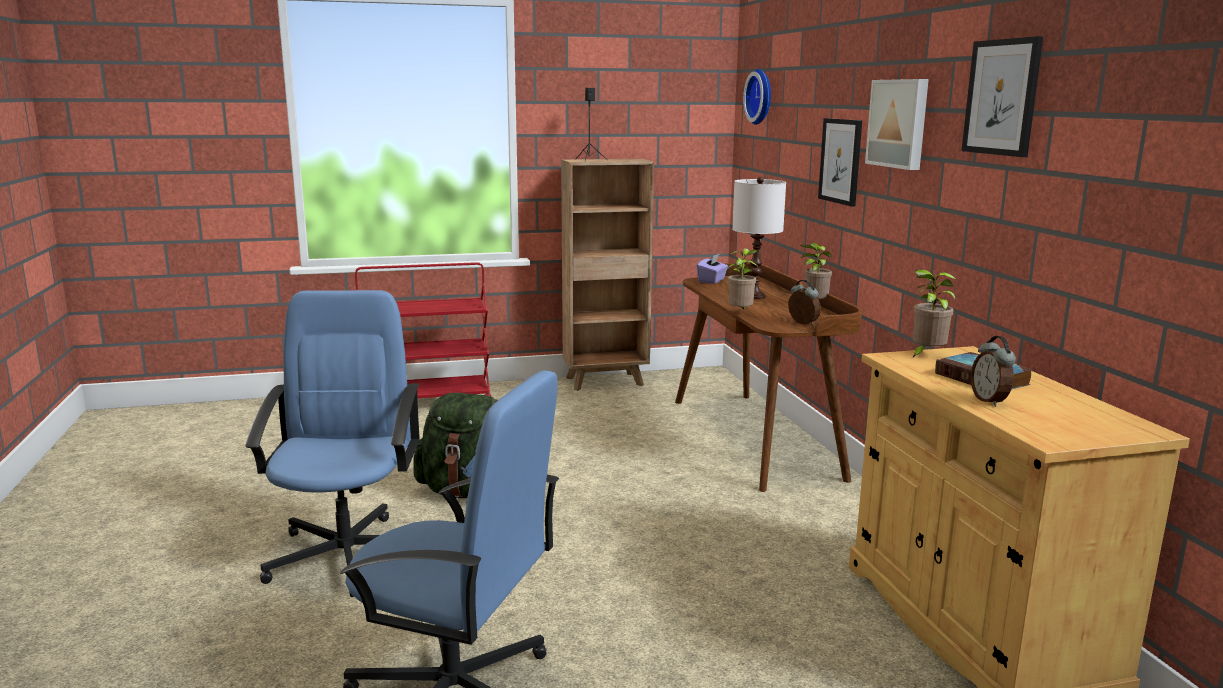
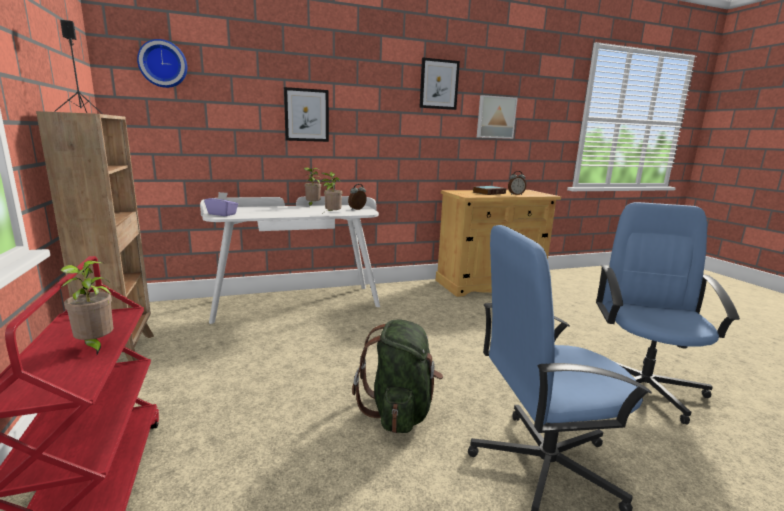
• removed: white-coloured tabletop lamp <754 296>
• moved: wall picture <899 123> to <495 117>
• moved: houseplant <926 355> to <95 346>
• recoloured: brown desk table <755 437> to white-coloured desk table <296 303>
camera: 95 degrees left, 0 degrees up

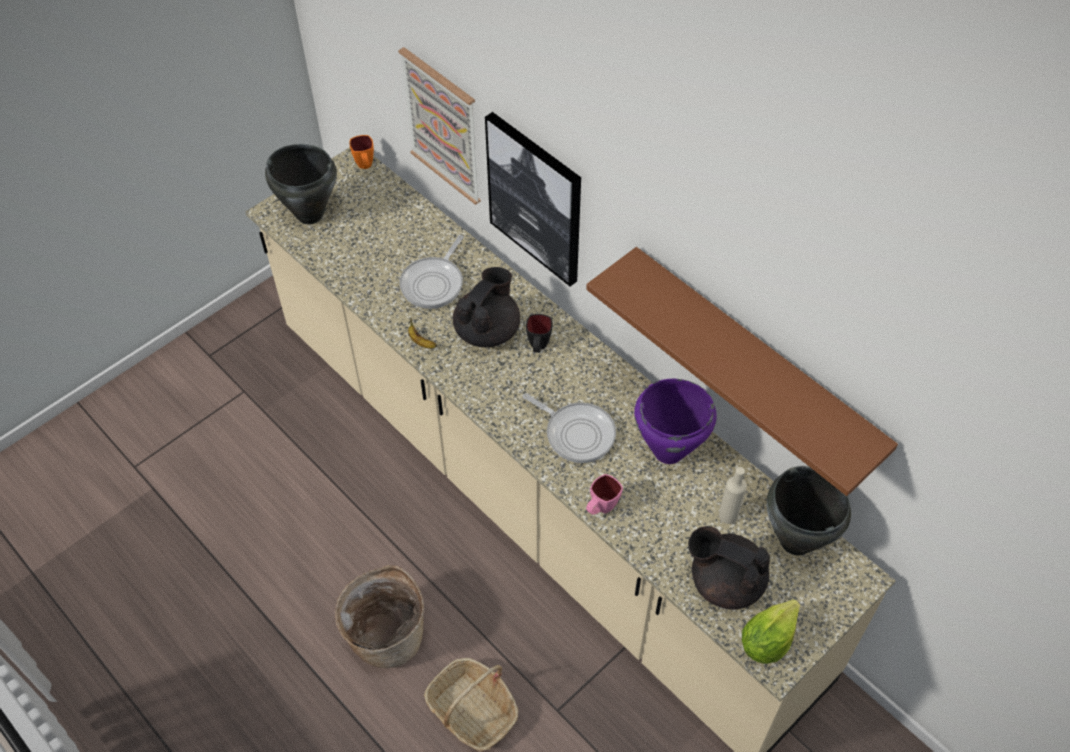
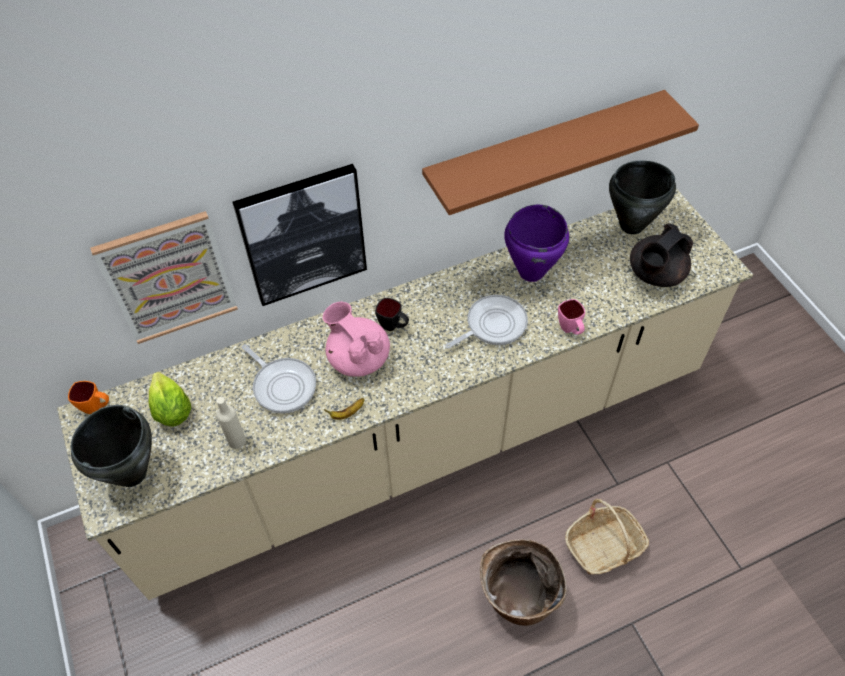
• moved: beige drink bottle <728 515> to <237 441>
• moved: lettuce <767 641> to <172 410>
• recoloured: blackish teapot <488 330> to pinkish teapot <358 358>
camera: 70 degrees left, 0 degrees up

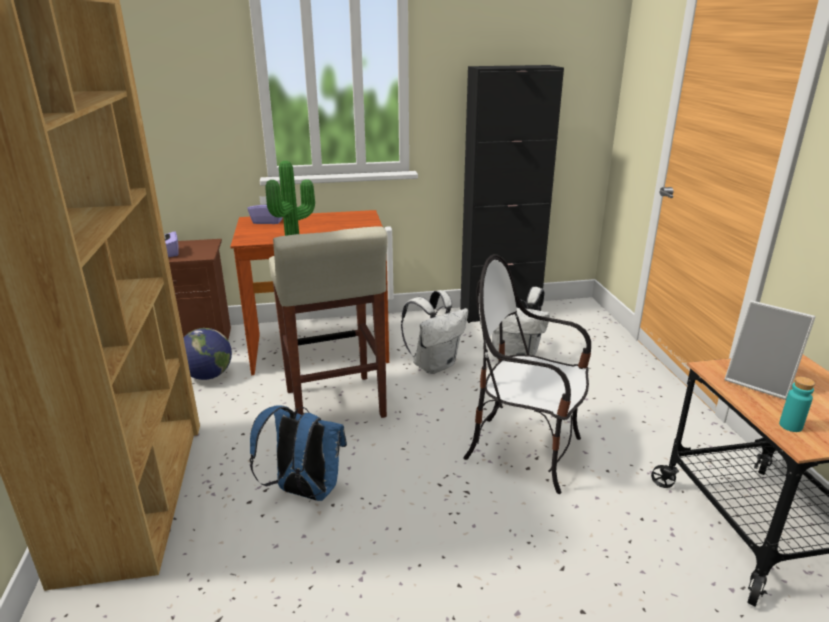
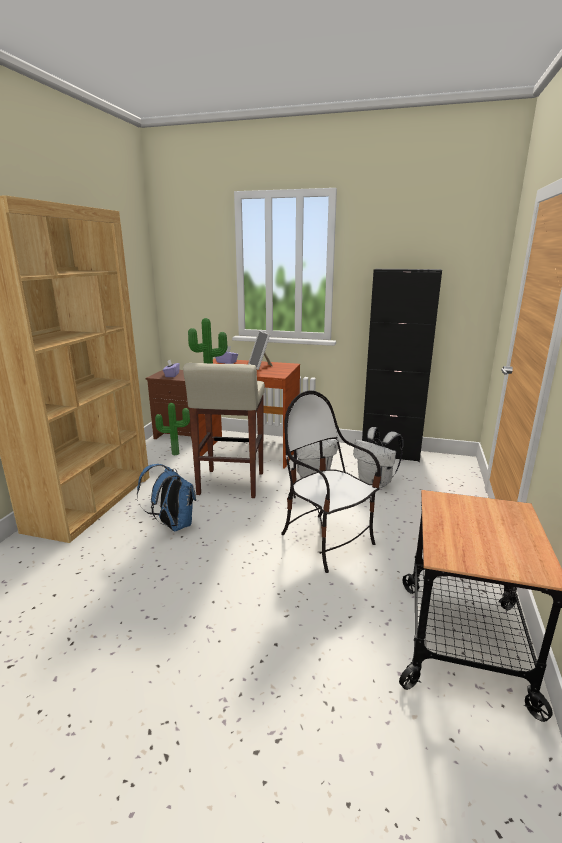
• removed: turquoise-coloured drink bottle <790 426>
• moved: photo frame <760 382> to <260 366>
• replaced: desk globe <208 376> to houseplant <175 453>
camera: 25 degrees right, 5 degrees down

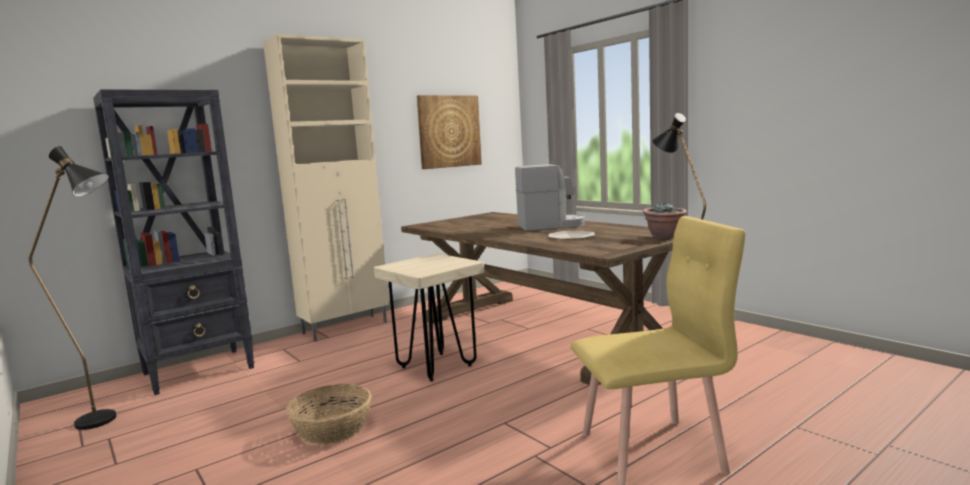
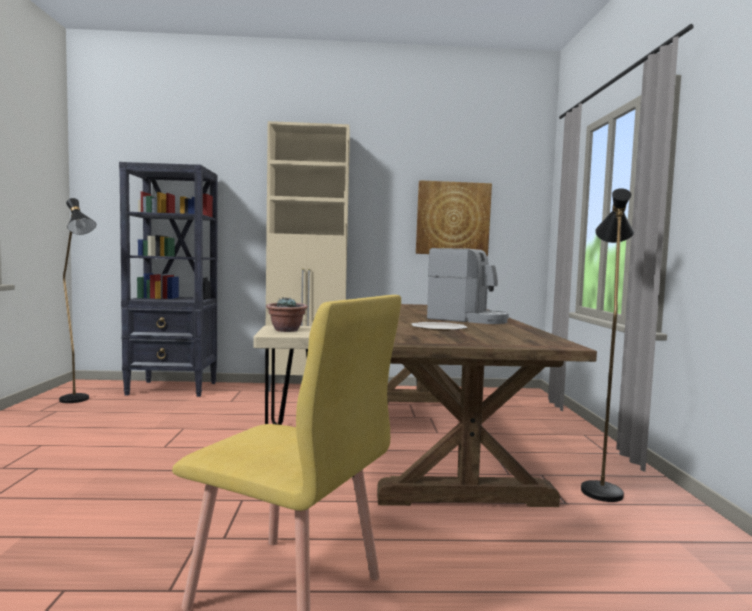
• removed: basket <332 429>
• moved: houseplant <664 236> to <286 330>
camera: 35 degrees right, 5 degrees down

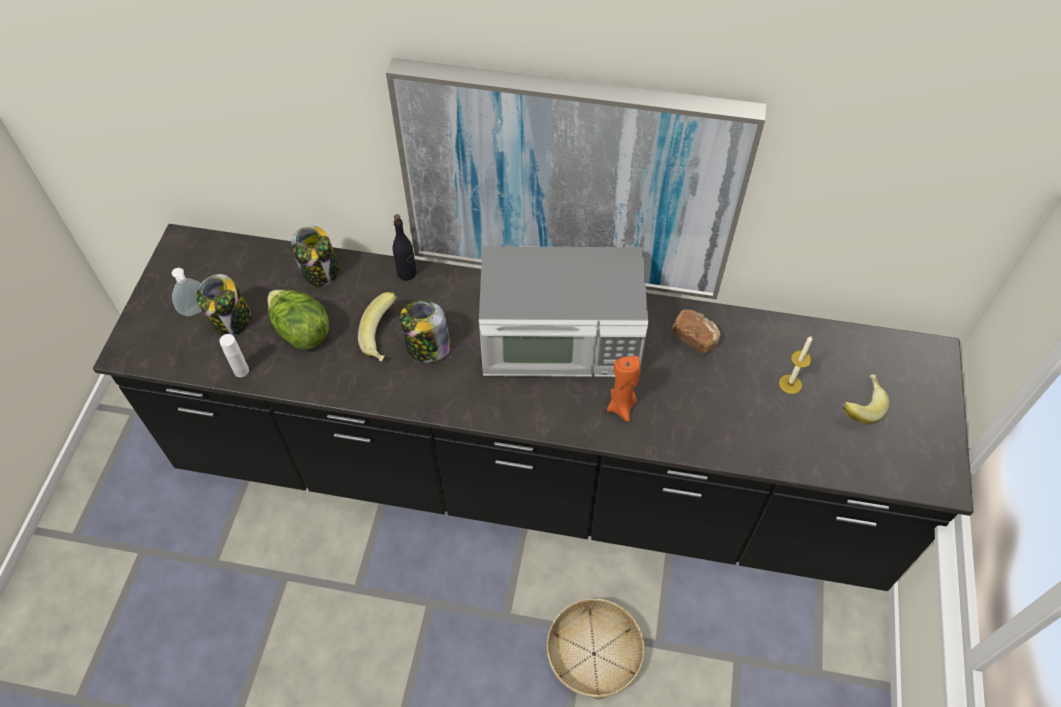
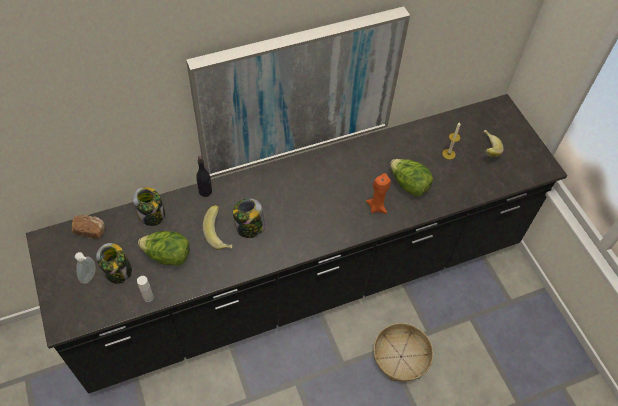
• removed: kitchen microwave <561 341>
• added: lettuce <408 185>
• moved: bakery bread <695 337> to <90 230>
camera: 35 degrees left, 0 degrees up

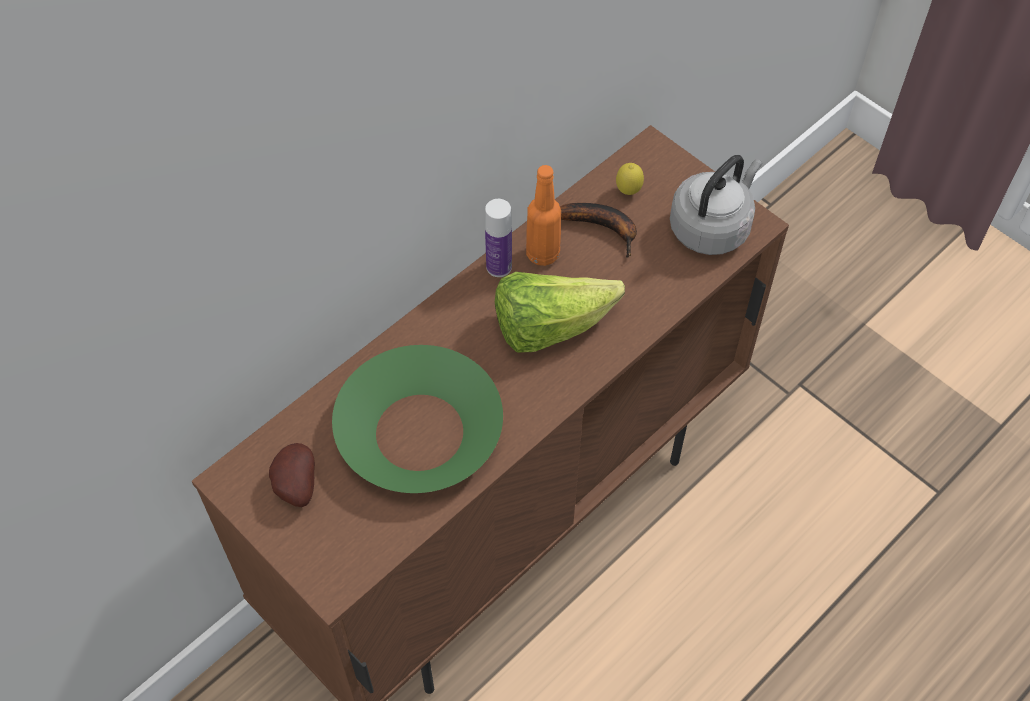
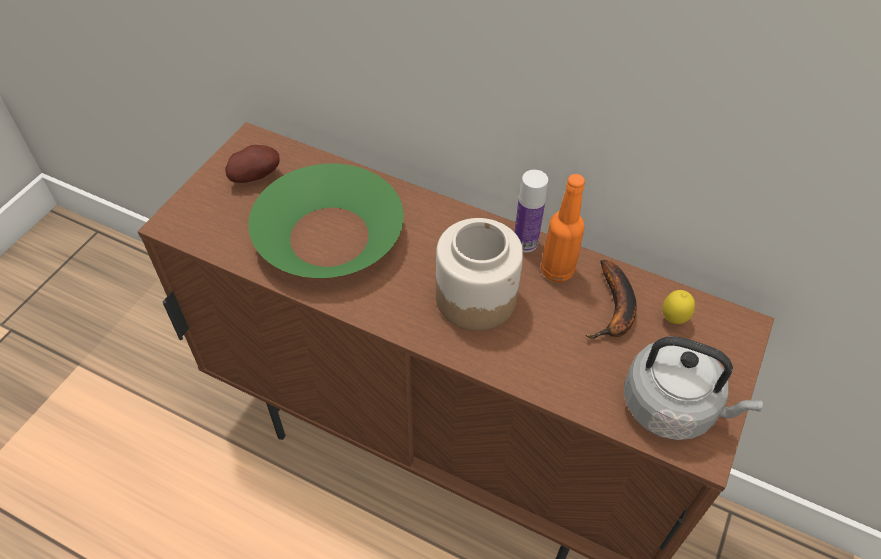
• replaced: lettuce <549 327> to preserve jar <476 297>
camera: 70 degrees right, 5 degrees down

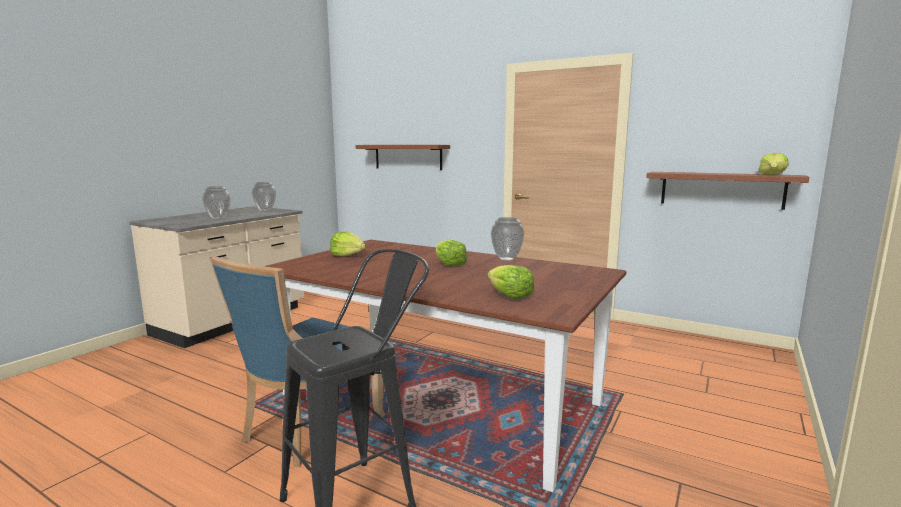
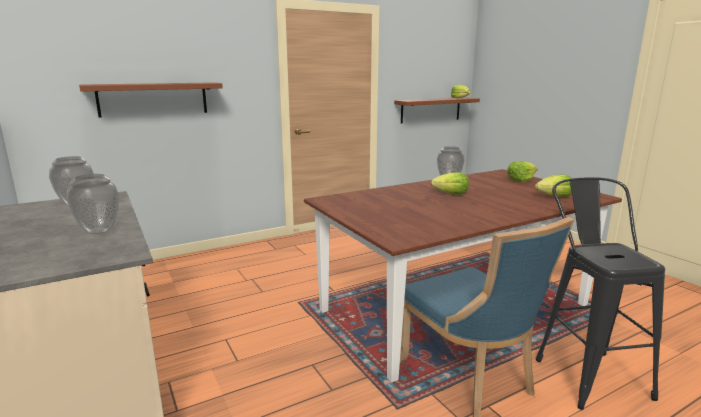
• moved: lettuce <348 255> to <520 180>
camera: 60 degrees left, 5 degrees up

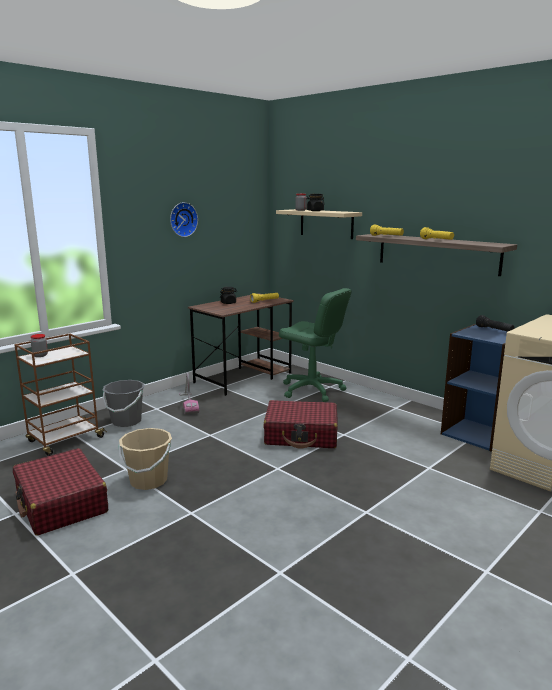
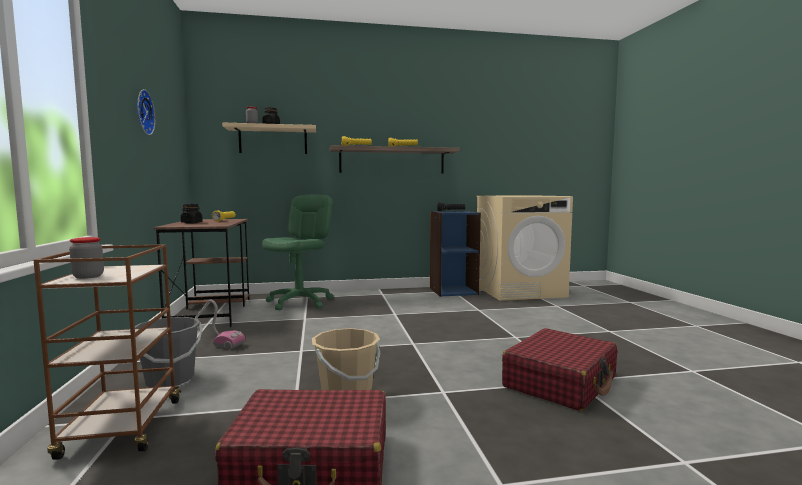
• moved: reddish piece of luggage <301 435> to <560 382>
• turned: greenish computer chair <312 390> = <300 302> 45 degrees counterclockwise
camera: 55 degrees left, 10 degrees down

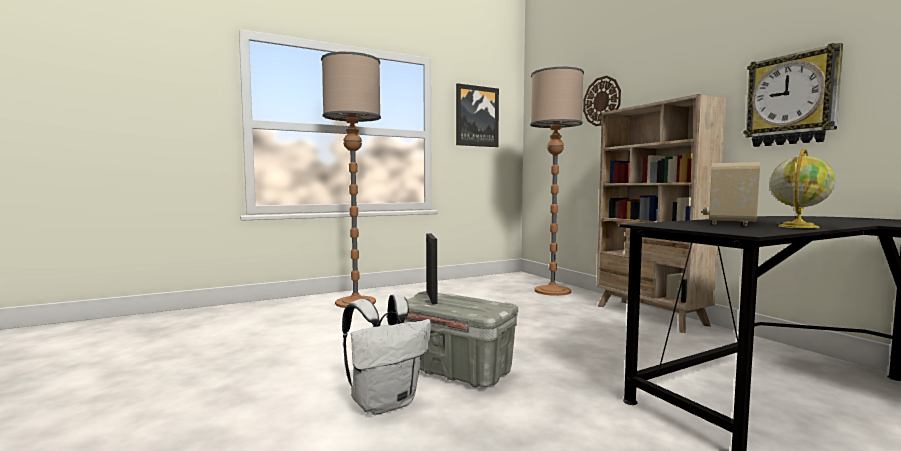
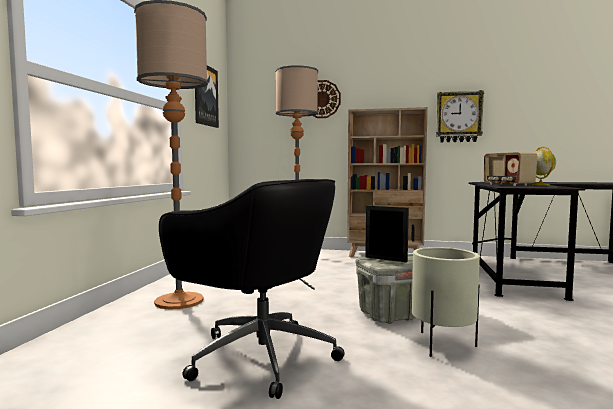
• added: blackish computer chair <259 355>
• replaced: white-coloured knapsack <385 403> to beige flower pot <442 344>
camera: 50 degrees left, 0 degrees up

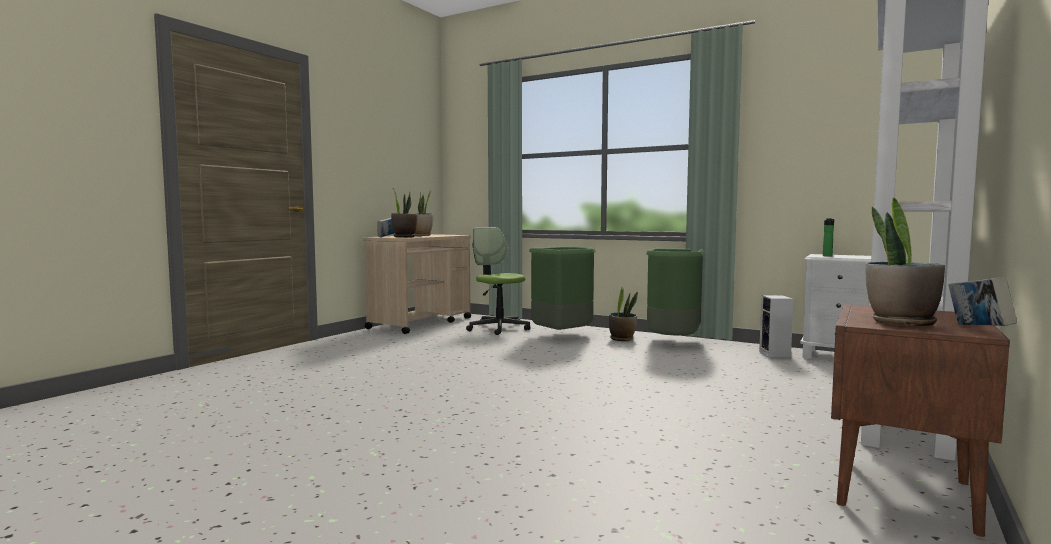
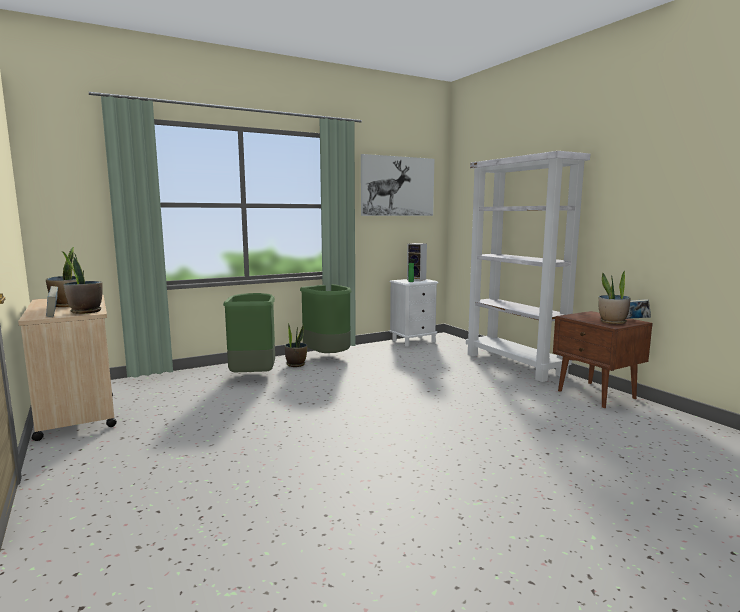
• removed: computer chair <498 328>
• added: wall picture <397 186>
• moved: loudspeaker <775 355> to <417 279>
camera: 60 degrees left, 5 degrees up

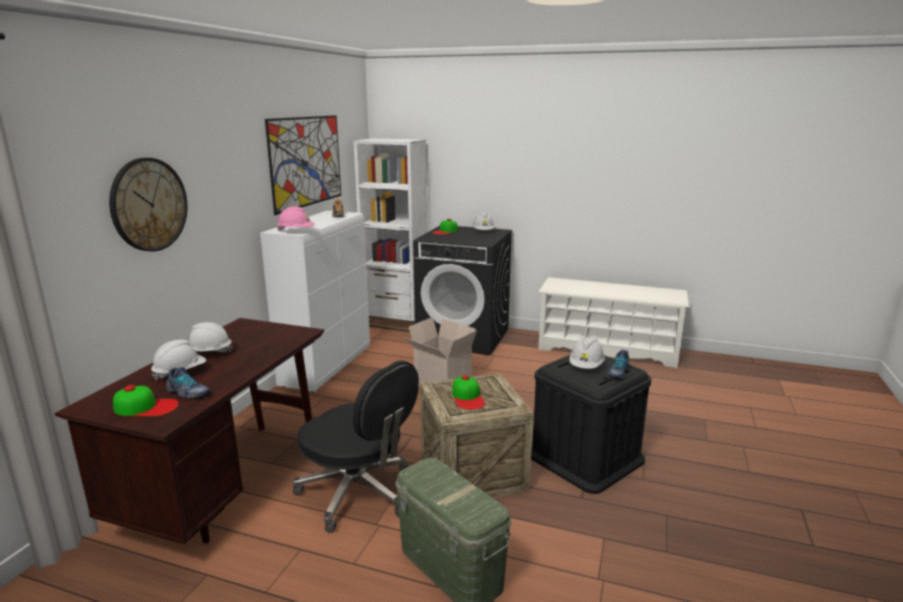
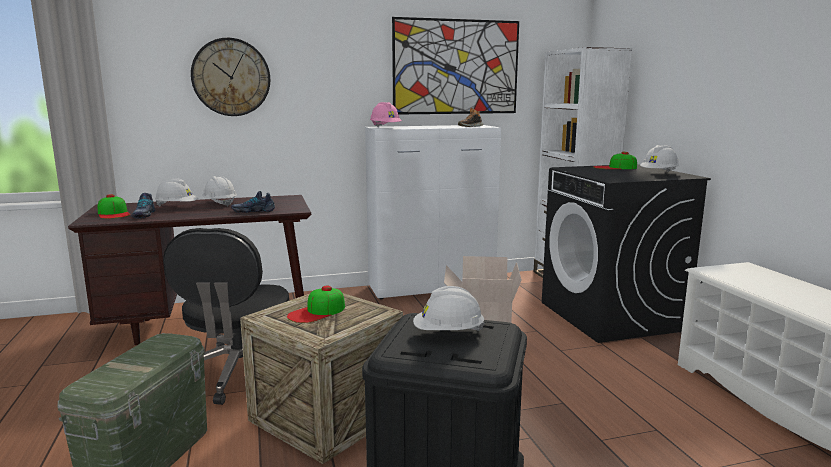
• moved: low shoe <618 372> to <253 211>
camera: 55 degrees right, 5 degrees down

